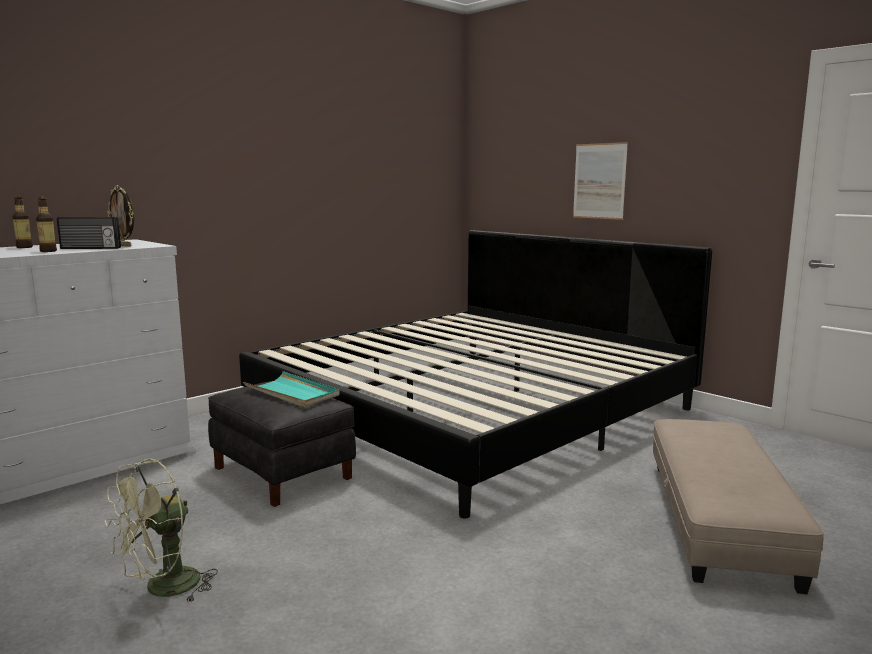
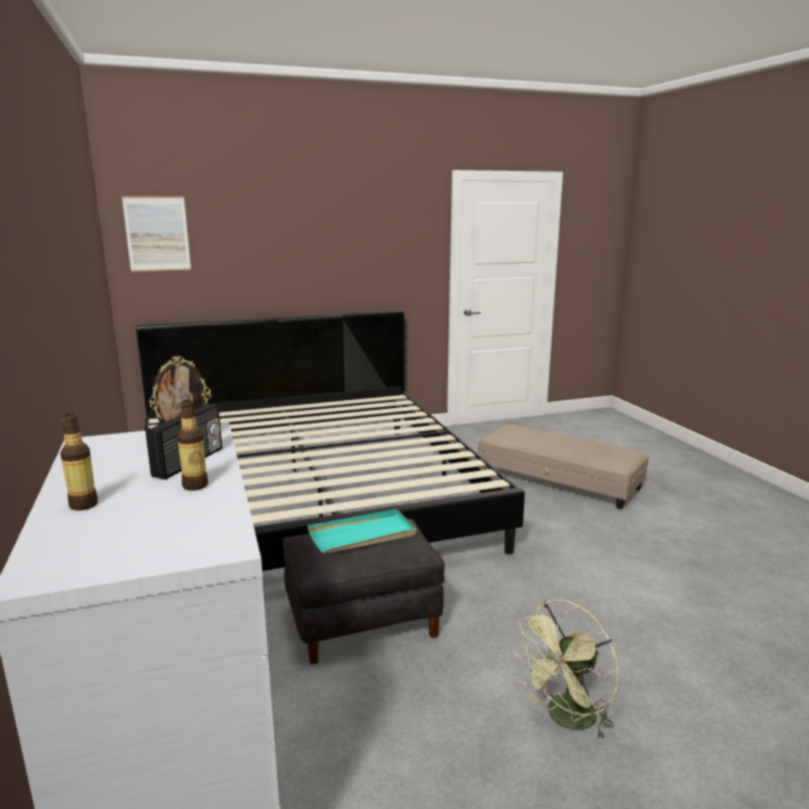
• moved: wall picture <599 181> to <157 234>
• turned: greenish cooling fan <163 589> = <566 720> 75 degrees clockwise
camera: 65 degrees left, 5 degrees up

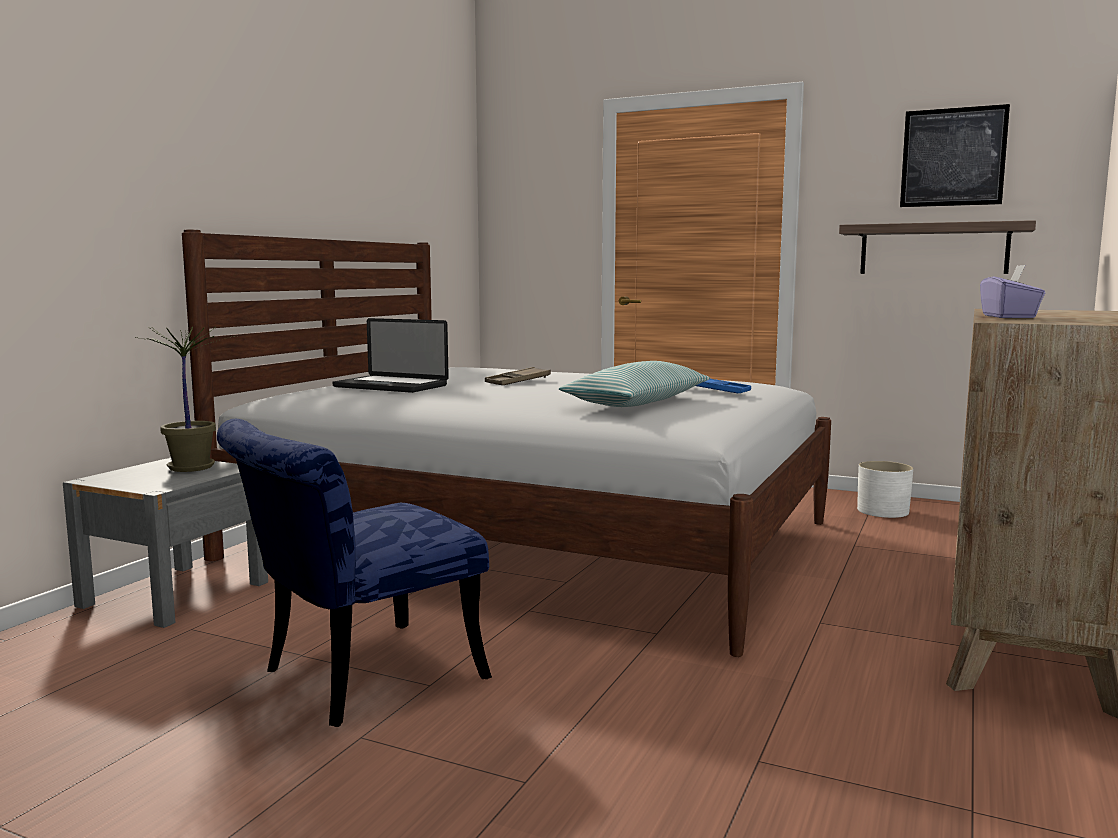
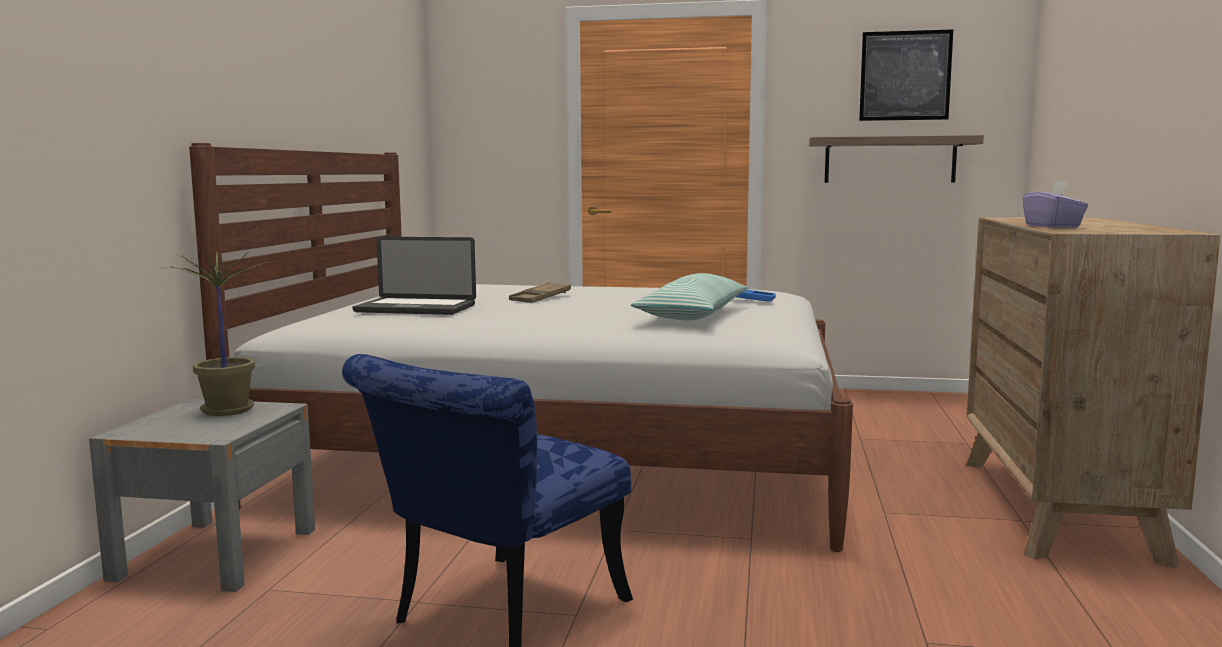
• removed: white-coloured flower pot <883 511>
camera: 15 degrees left, 0 degrees up

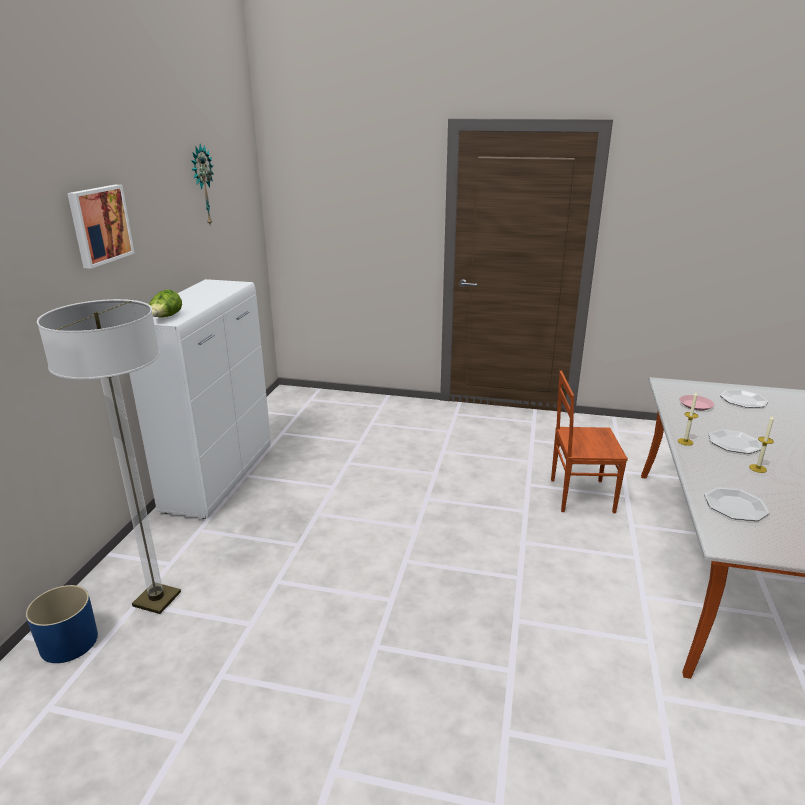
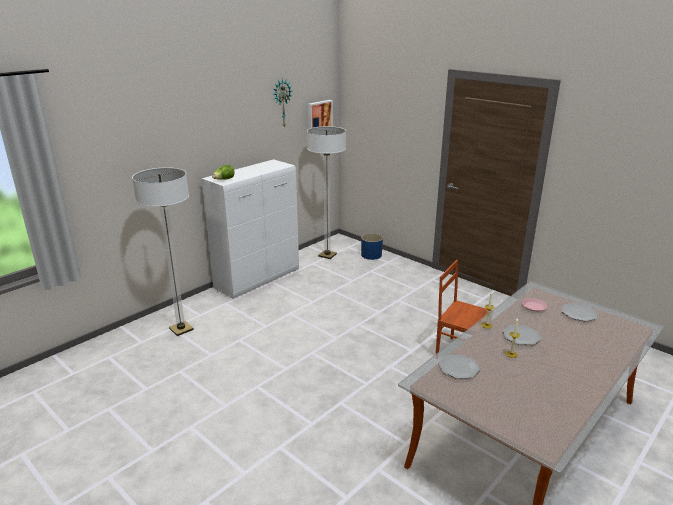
• added: standing lamp <327 255>
• moved: bluish flower pot <69 642> to <371 255>
• moved: wall picture <99 225> to <319 117>
camera: 30 degrees right, 0 degrees up

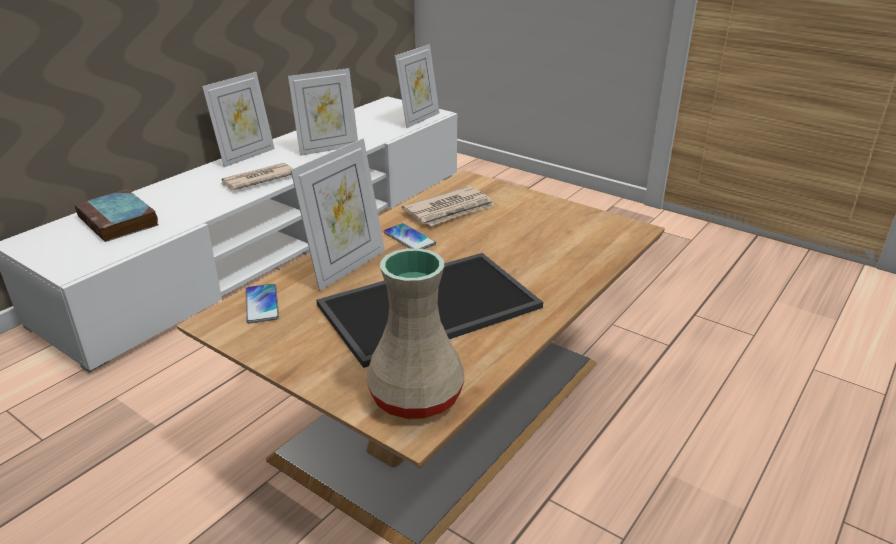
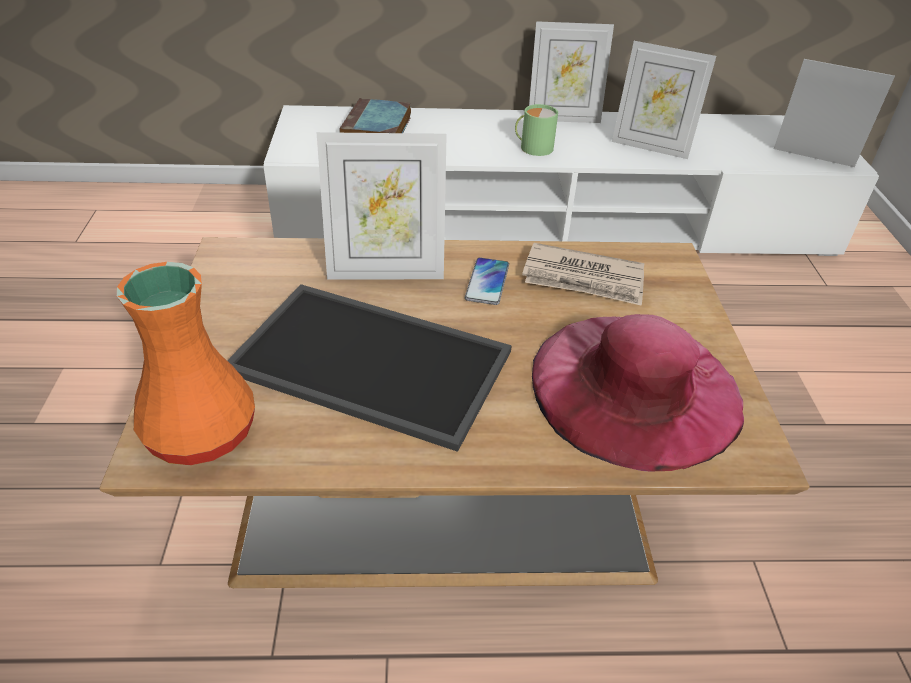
• removed: phone <262 304>
• added: pinkish clothing hat <635 387>
• replaced: daily paper <257 180> to greenish mug <533 147>
• recoloured: beige decorative vase <418 398> to orangey decorative vase <200 435>
• turned: photo frame <418 119> = <812 161> 150 degrees counterclockwise
camera: 50 degrees right, 10 degrees up

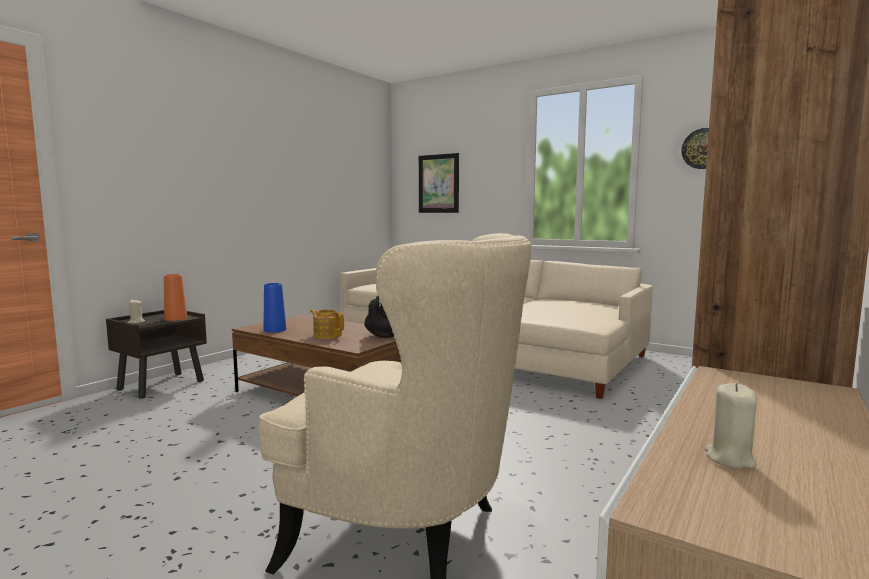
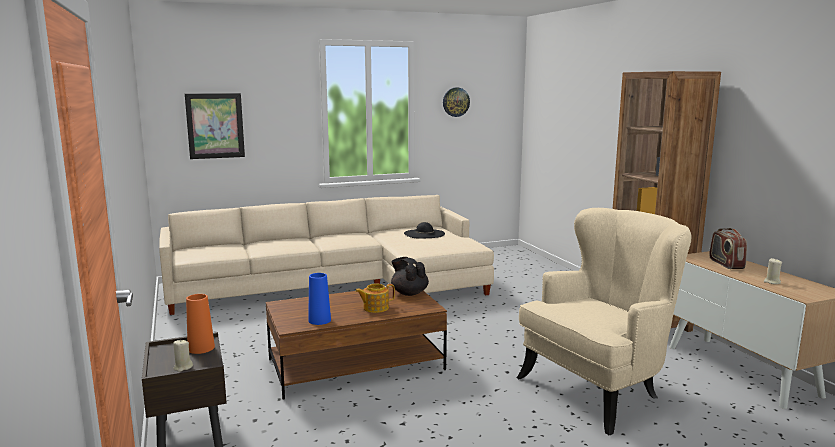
• added: blackish clothing hat <424 234>
• added: radio set <725 264>
camera: 55 degrees left, 5 degrees up

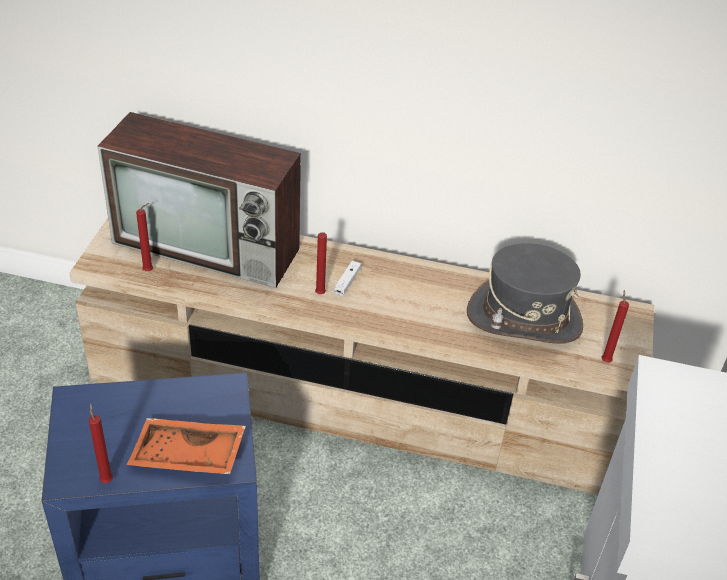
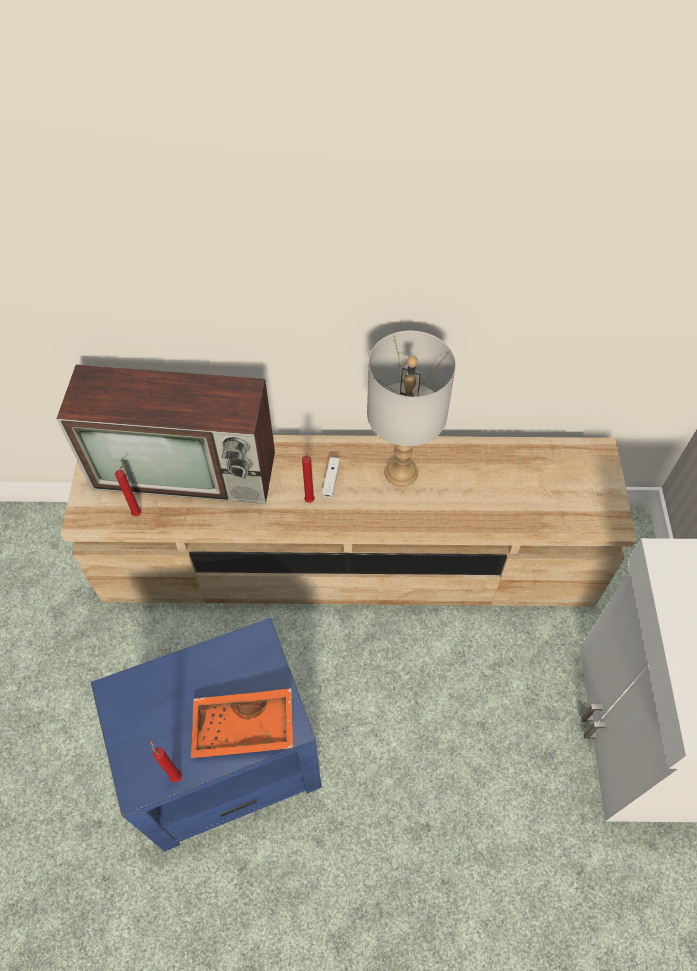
• removed: greyish clothing hat <524 318>
• removed: reddish wax candle <605 360>
• added: greyish tabletop lamp <401 472>
camera: 10 degrees left, 15 degrees up

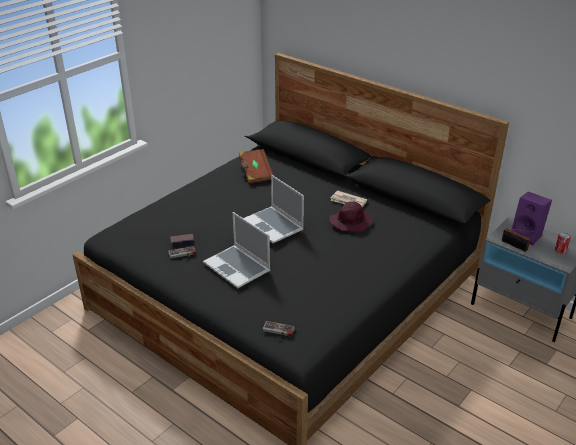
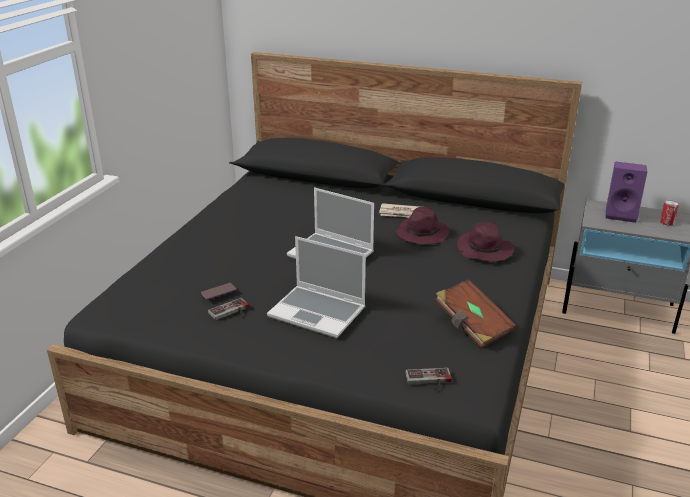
• removed: radio set <515 246>
• added: purplish clothing hat <485 250>
• moved: brown book <255 173> to <472 326>
camera: 20 degrees left, 5 degrees down

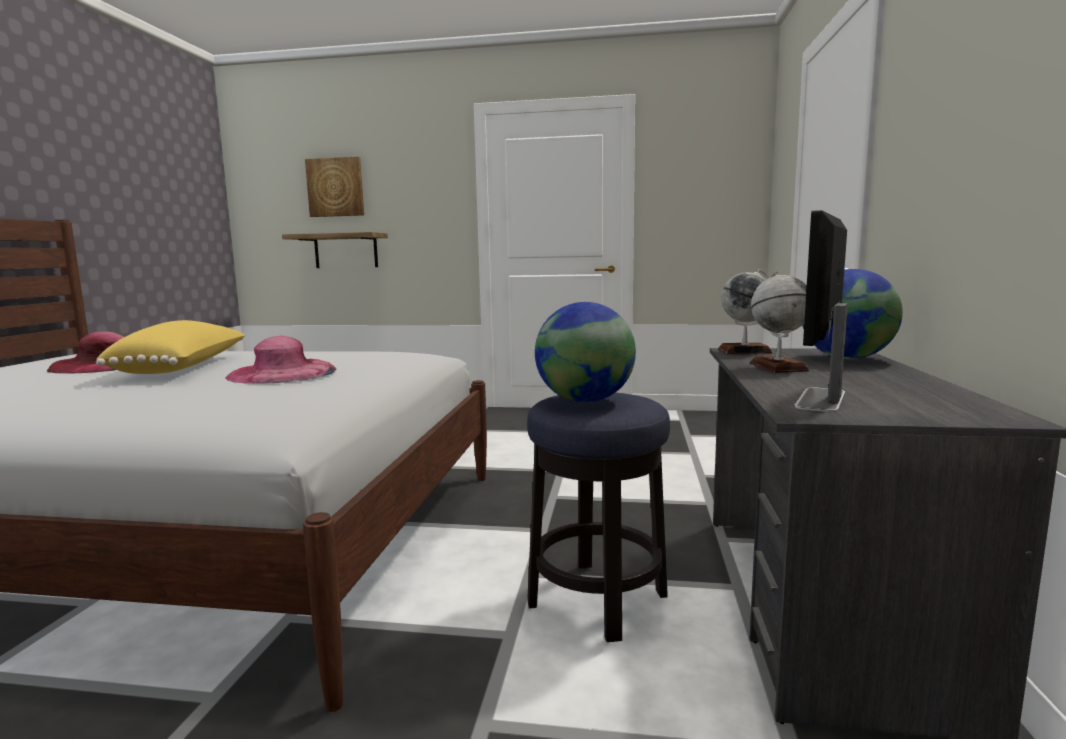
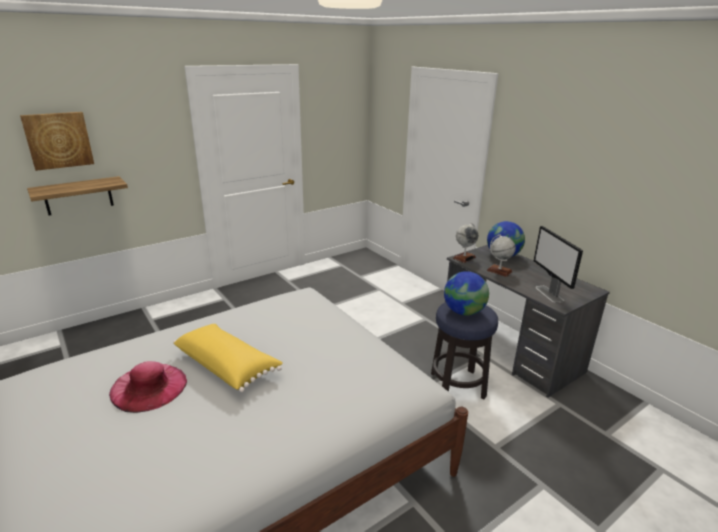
• removed: pinkish clothing hat <282 373>
camera: 45 degrees left, 15 degrees up

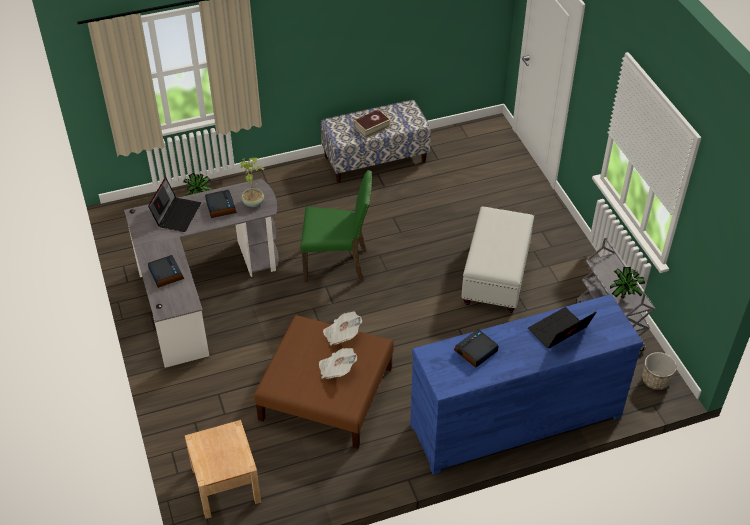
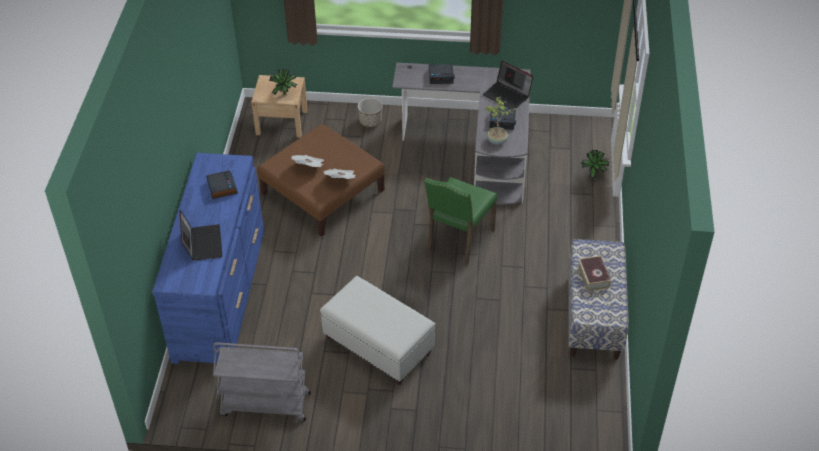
• moved: houseplant <624 296> to <285 95>
• moved: flower pot <655 380> to <370 121>
camera: 115 degrees right, 0 degrees up

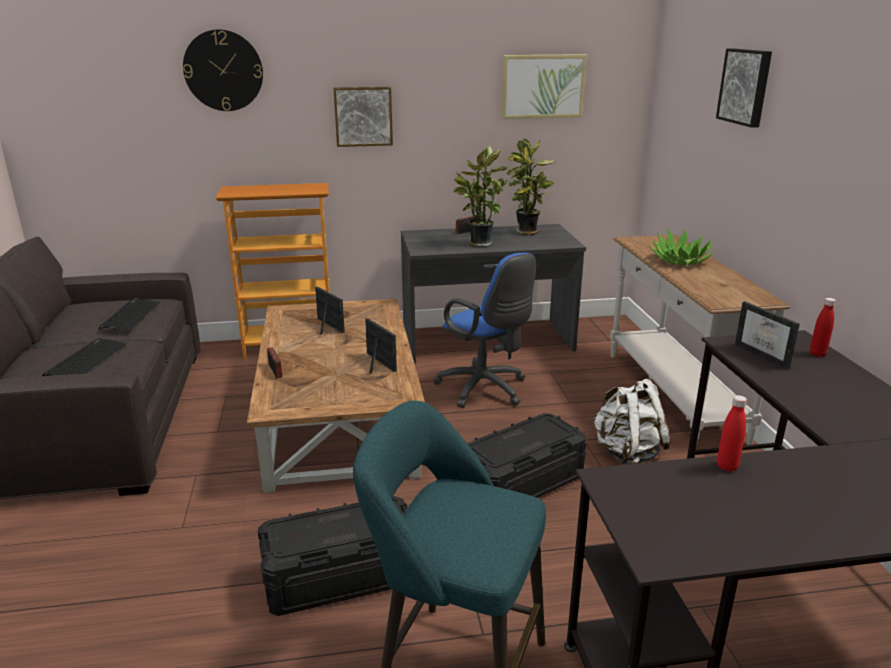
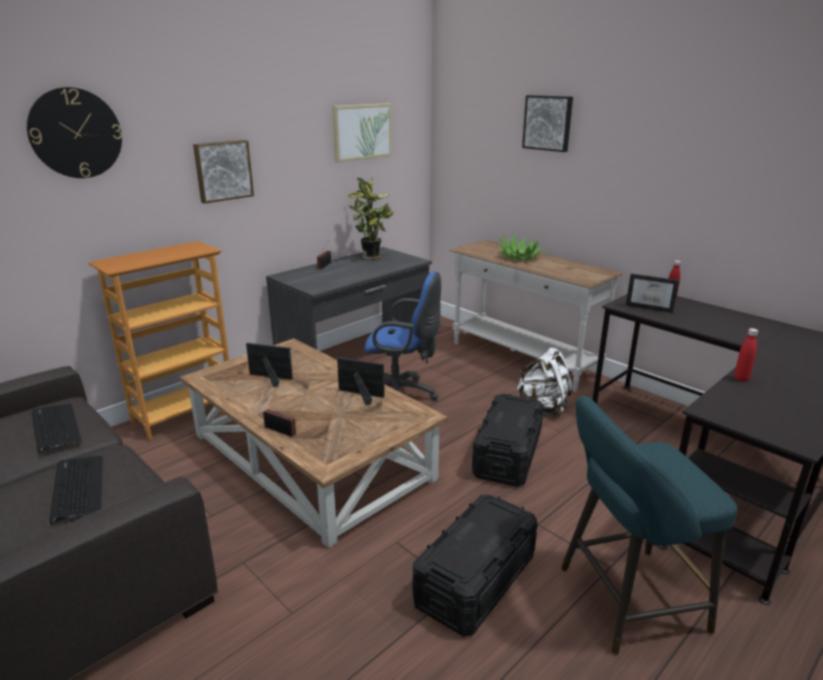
• removed: houseplant <478 243>
camera: 35 degrees left, 0 degrees up

